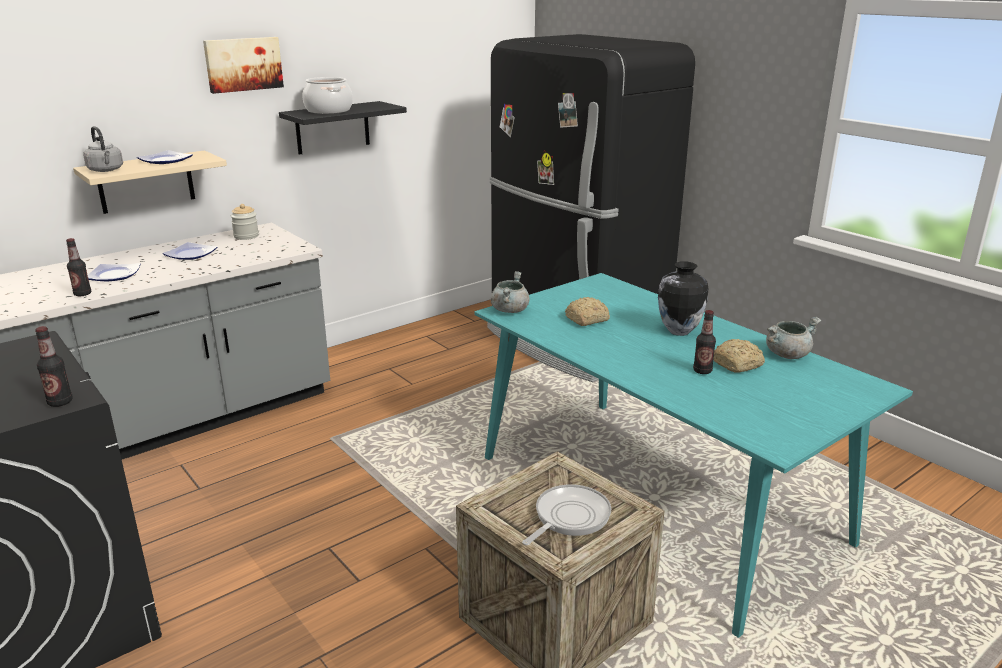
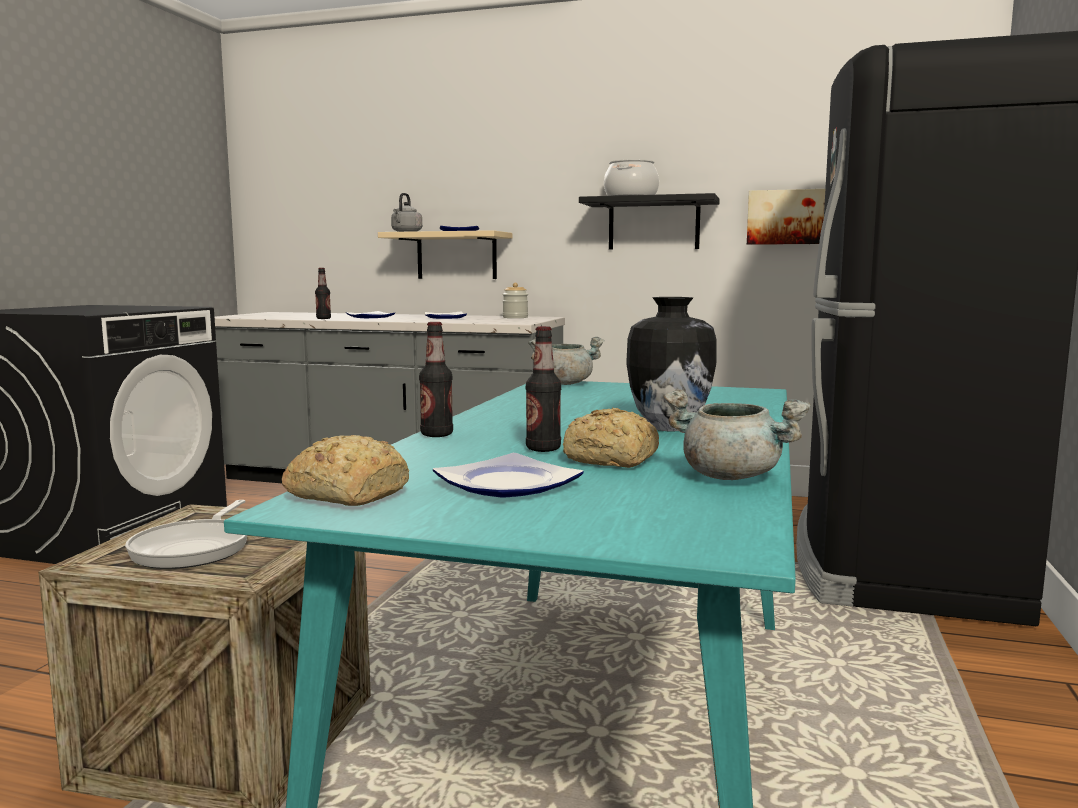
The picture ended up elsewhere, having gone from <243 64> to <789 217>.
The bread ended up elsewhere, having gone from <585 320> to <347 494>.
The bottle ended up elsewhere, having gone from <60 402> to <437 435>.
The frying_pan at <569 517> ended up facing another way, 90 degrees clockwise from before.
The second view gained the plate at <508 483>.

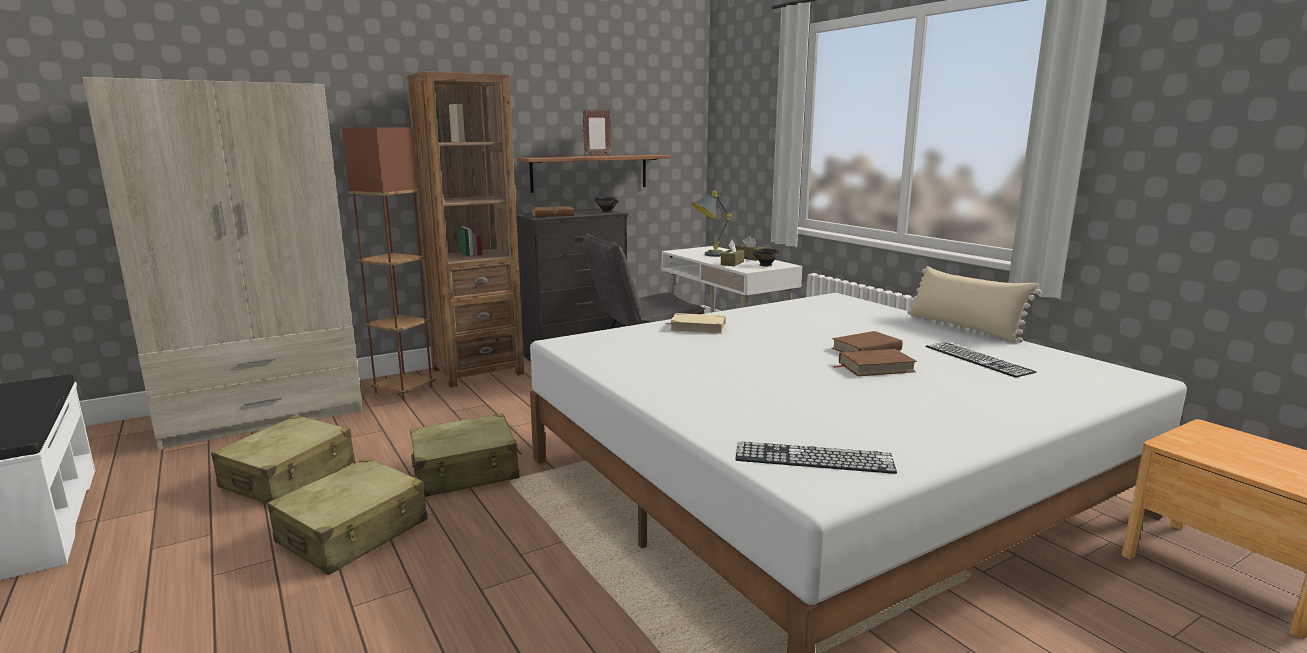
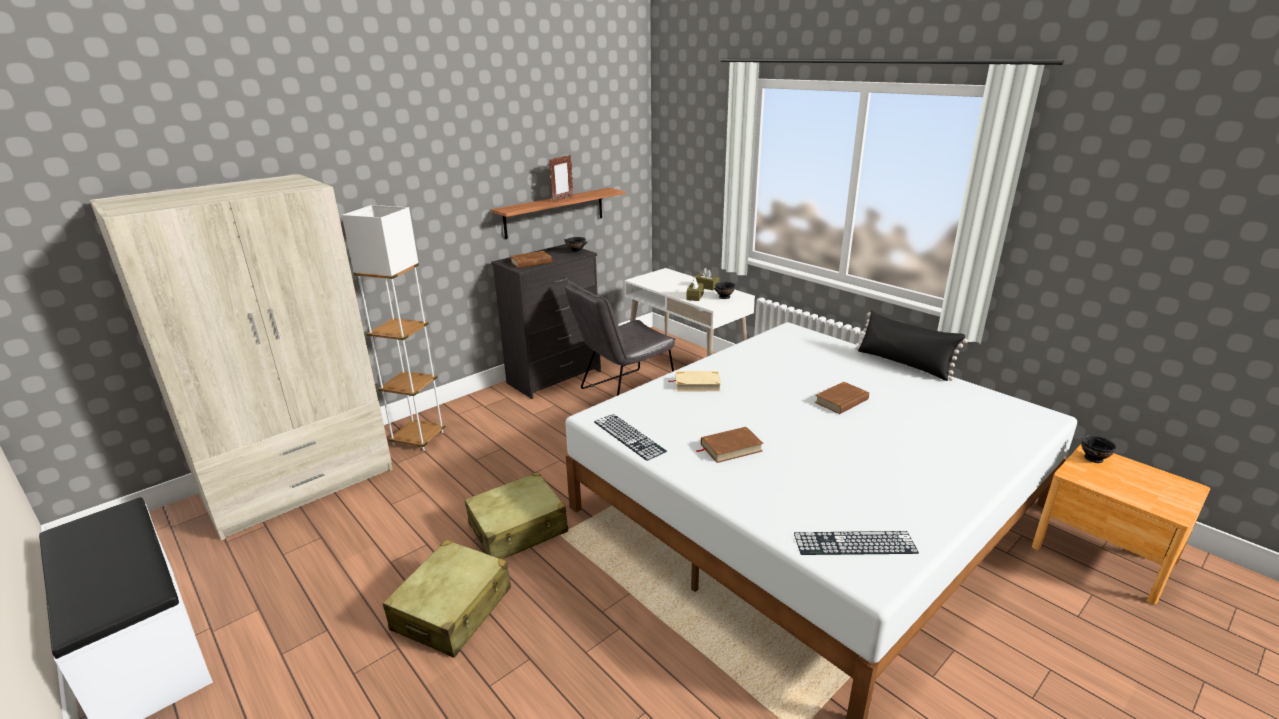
The second view lost the brown_bookcase at <477 371>.
What was the brown_floor_lamp at <404 390> turned into the white_floor_lamp at <418 439>.
The second view lost the grey_table_lamp at <708 255>.
What was the beige_pillow at <964 327> turned into the black_pillow at <903 364>.
The keyboard ended up elsewhere, having gone from <978 359> to <629 436>.
The brown_book ended up elsewhere, having gone from <875 367> to <730 448>.
The second view lost the beige_suitcase at <289 476>.
The second view gained the black_bowl at <1093 458>.

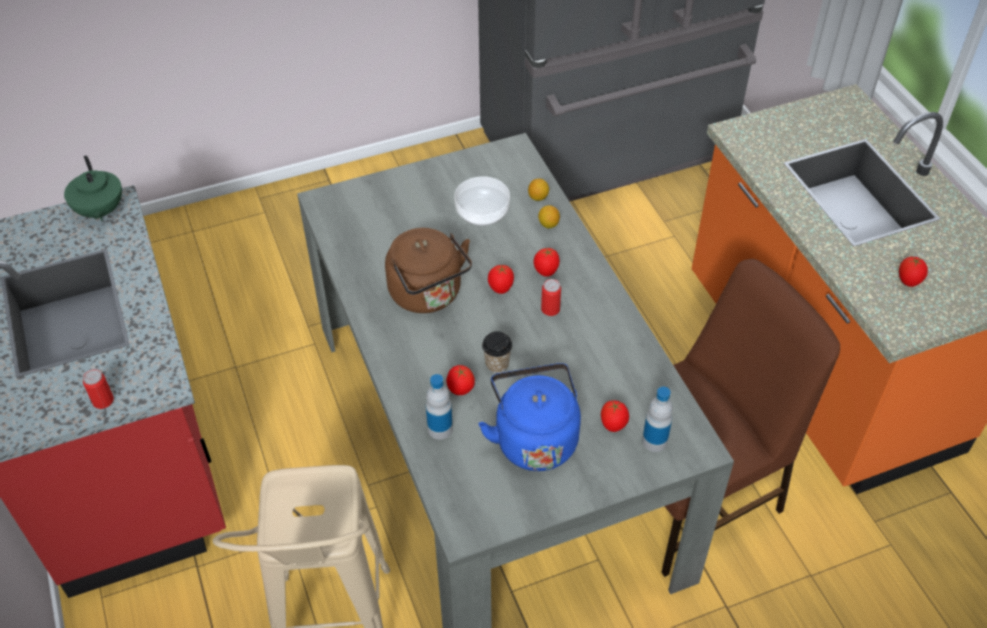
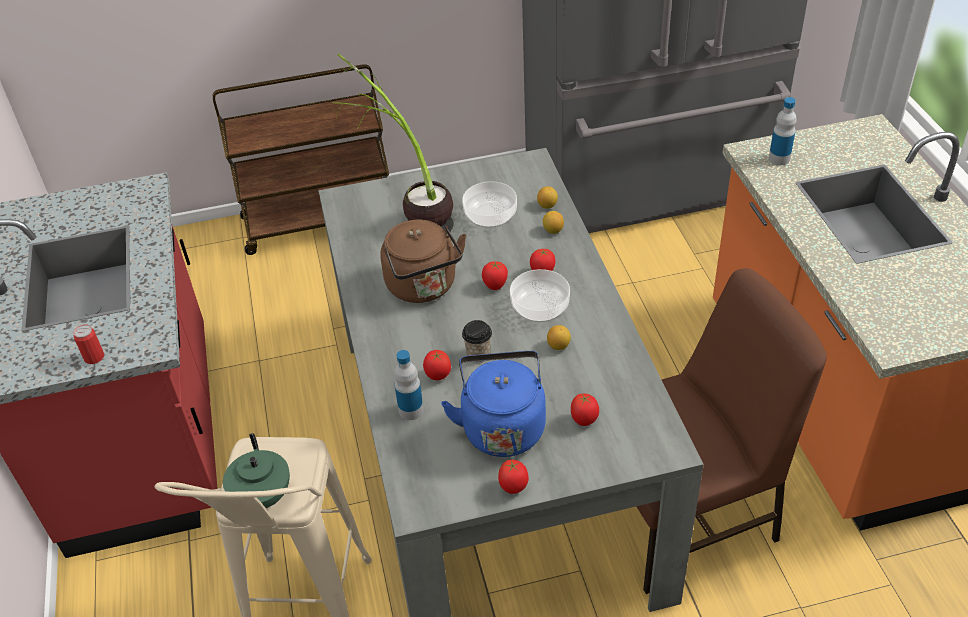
The green_teapot ended up elsewhere, having gone from <100 211> to <262 498>.
The tomato ended up elsewhere, having gone from <908 282> to <514 487>.
Where the can stood at <550 309>, the bowl came to stand at <540 307>.
The bottle ended up elsewhere, having gone from <654 441> to <779 159>.
The second view gained the potted_plant at <408 213>.
The second view gained the brown_cart at <320 221>.
The second view gained the lemon at <558 346>.

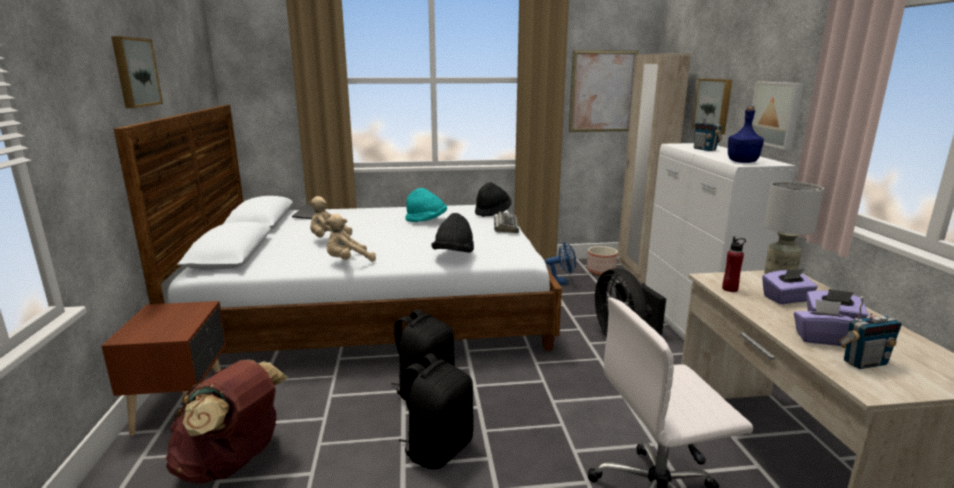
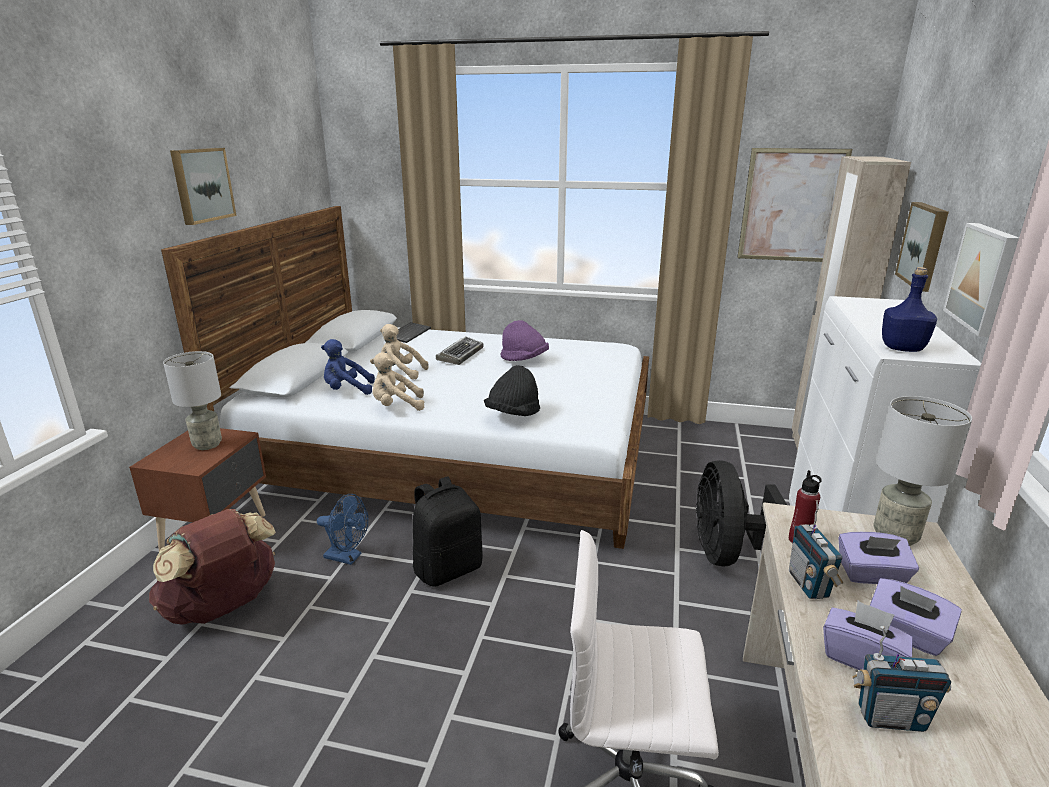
The radio ended up elsewhere, having gone from <705 149> to <809 585>.
The second view lost the black_hat at <492 212>.
What was the turquoise_hat at <426 220> turned into the purple_hat at <524 359>.
The keyboard ended up elsewhere, having gone from <505 226> to <460 355>.
The blue_fan ended up elsewhere, having gone from <561 282> to <348 557>.
The second view lost the planter at <600 271>.
The second view lost the black_backpack at <438 448>.
The second view gained the blue_plush_toy at <347 390>.
The second view gained the grey_table_lamp at <207 445>.

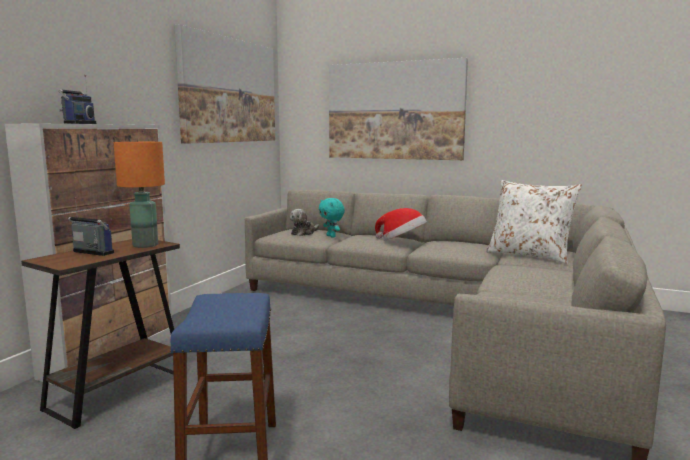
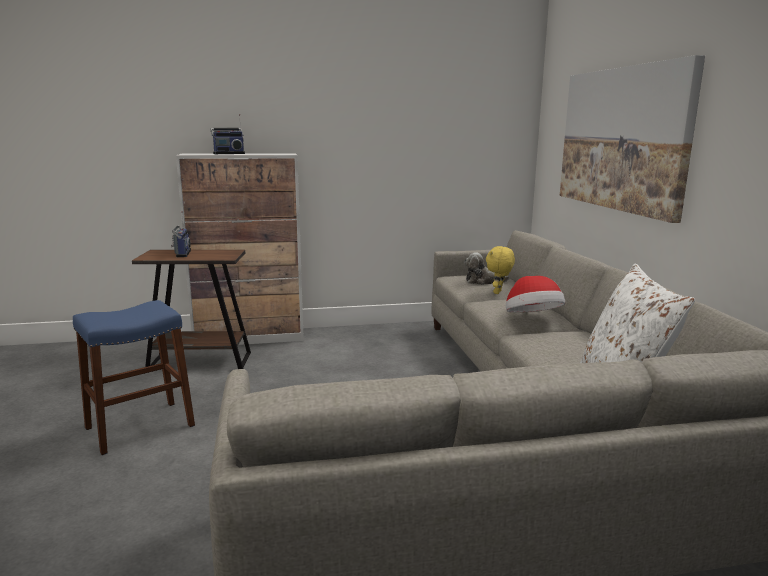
The second view lost the picture at <229 91>.
The second view lost the orange_table_lamp at <146 245>.
What was the turquoise_plush_toy at <331 236> turned into the yellow_plush_toy at <498 292>.

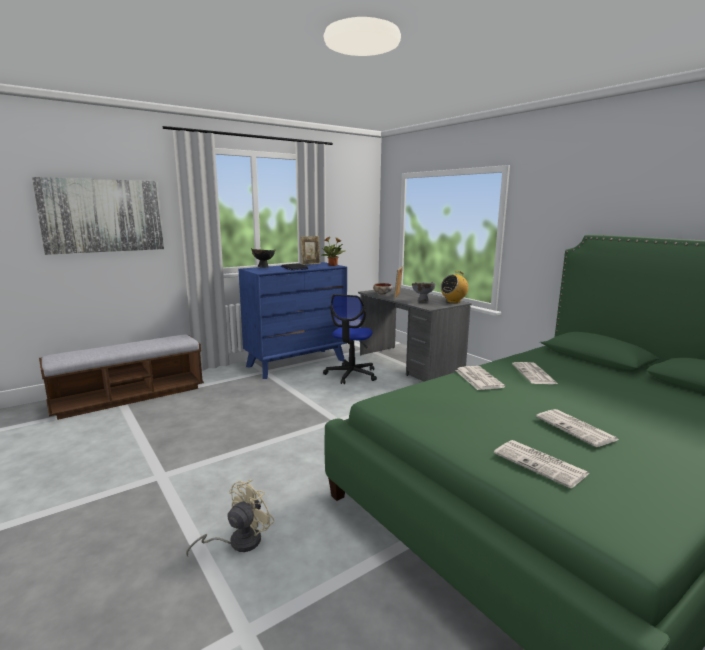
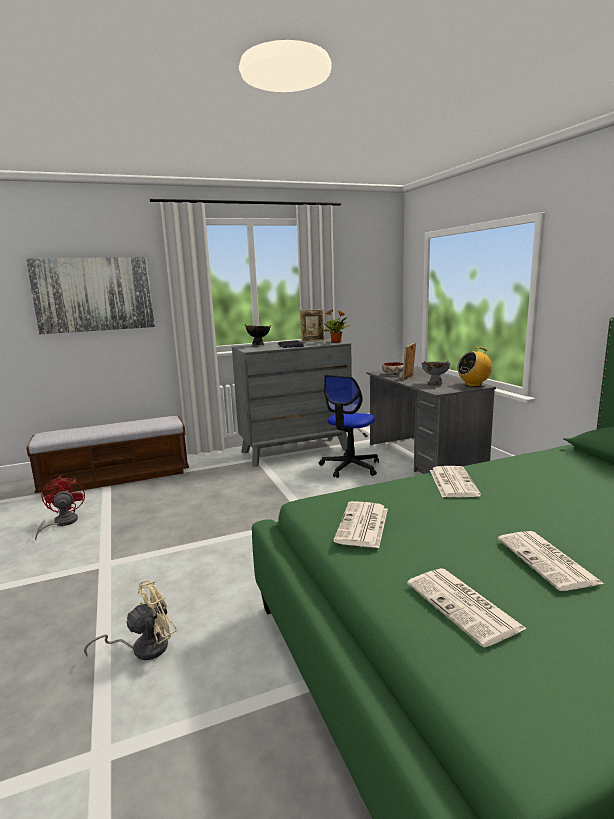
What was the blue_dresser at <296 363> turned into the grey_dresser at <295 451>.
The newspaper ended up elsewhere, having gone from <534 374> to <363 525>.
The second view gained the red_fan at <61 523>.

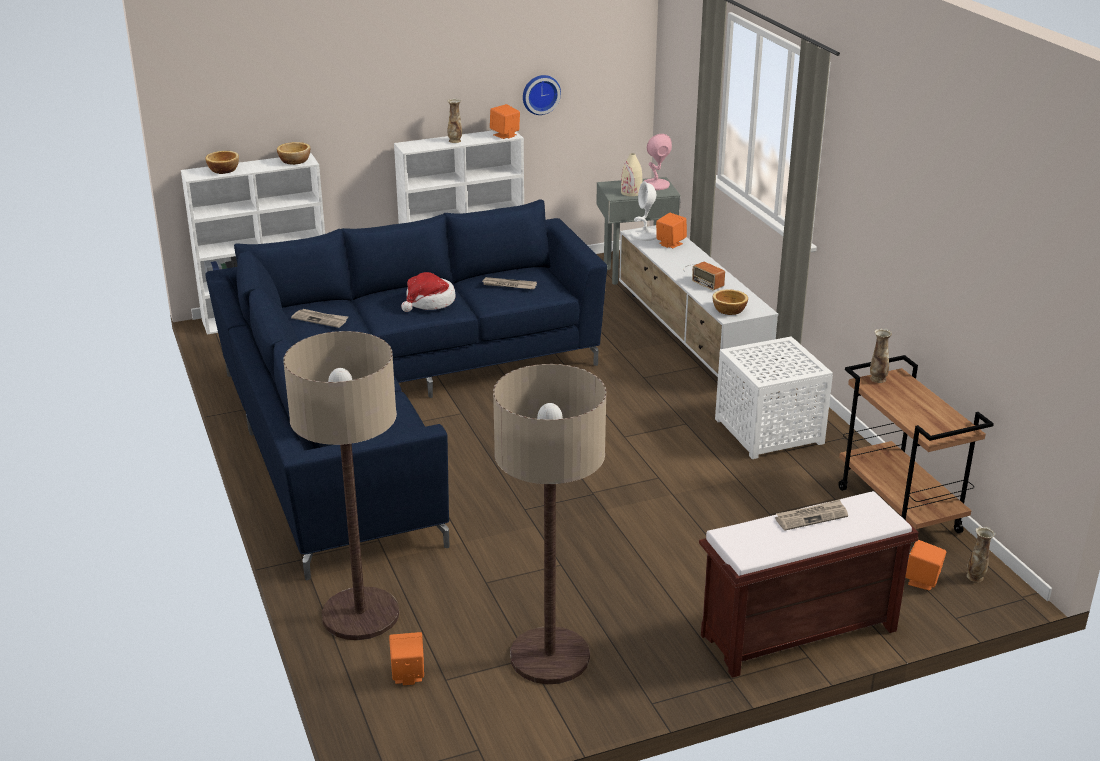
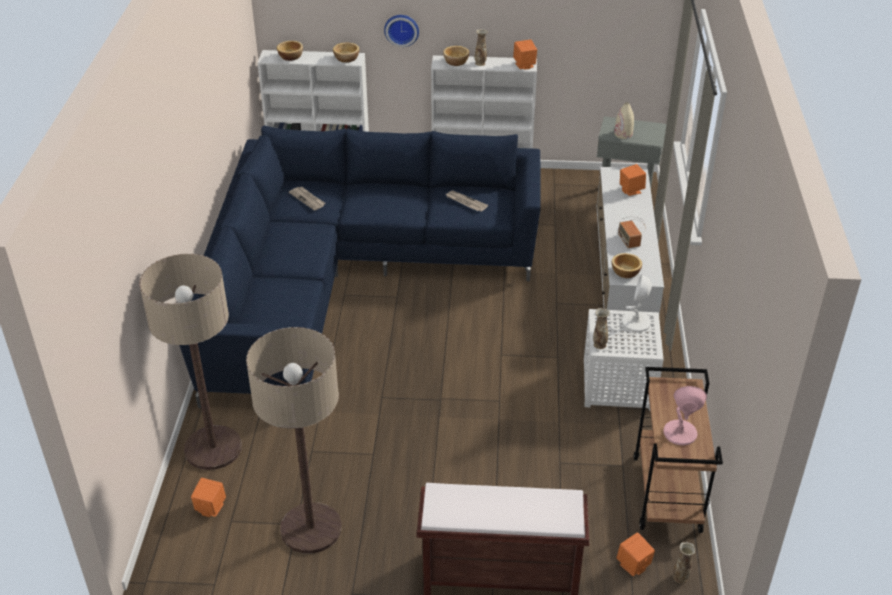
The wall_clock ended up elsewhere, having gone from <540 94> to <401 29>.
The pink_table_lamp ended up elsewhere, having gone from <655 185> to <679 433>.
The white_table_lamp ended up elsewhere, having gone from <645 235> to <636 322>.
The second view lost the hat at <429 302>.
The vase ended up elsewhere, having gone from <877 379> to <599 345>.
The second view lost the newspaper at <811 517>.
The second view gained the bowl at <456 62>.

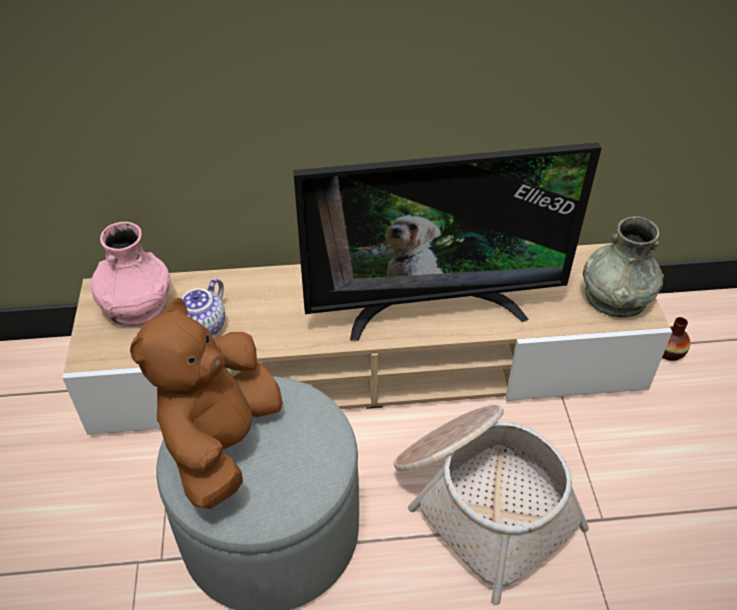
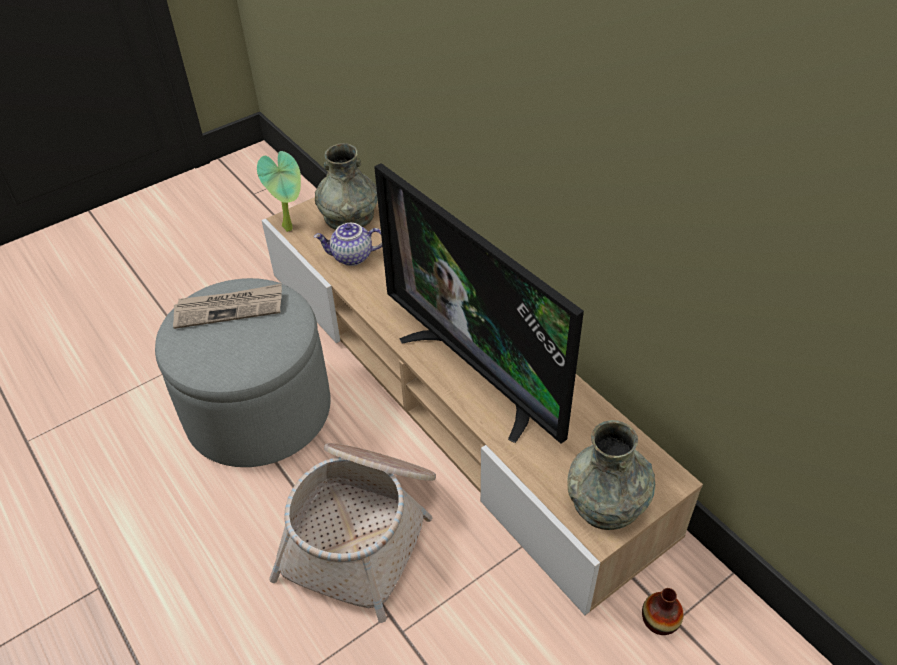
What was the pink_vase at <136 304> turned into the grey_vase at <349 215>.
Where the brown_plush_toy stood at <221 442>, the newspaper came to stand at <229 308>.
The second view gained the potted_plant at <290 227>.

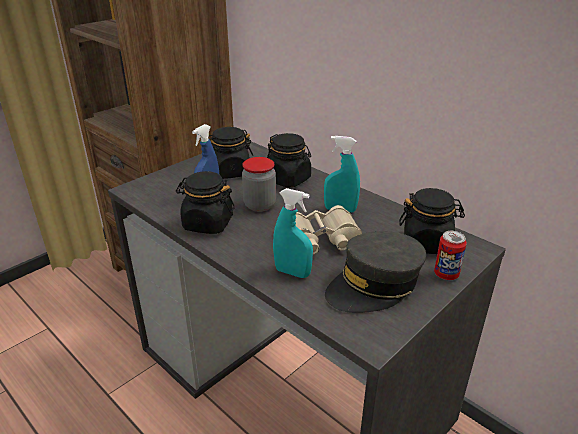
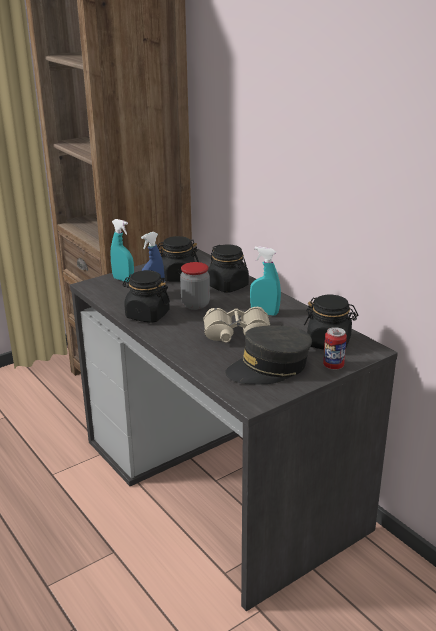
The turquoise_spray_bottle ended up elsewhere, having gone from <292 272> to <123 280>.

